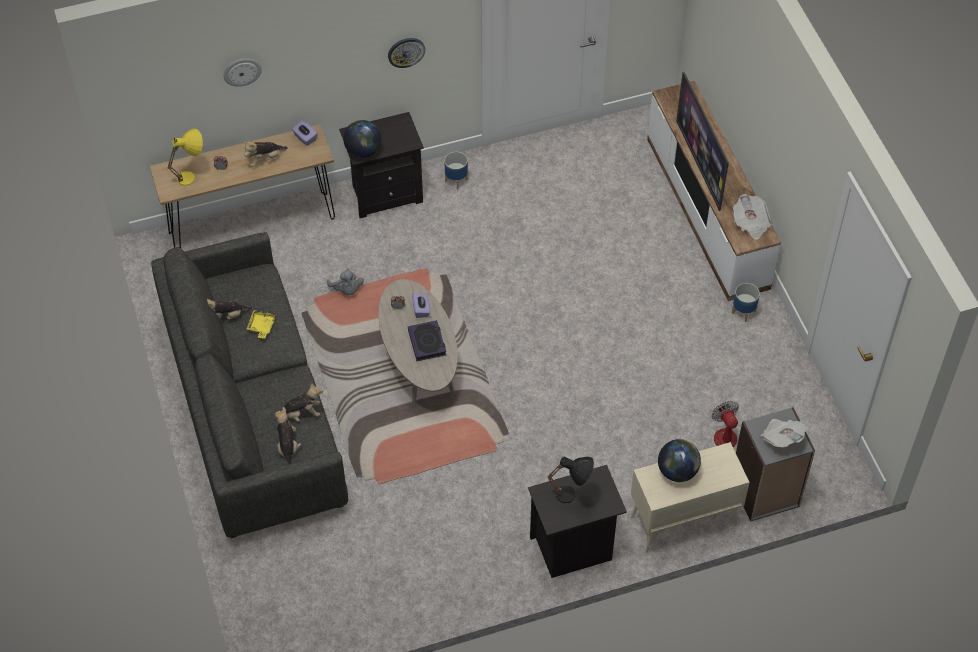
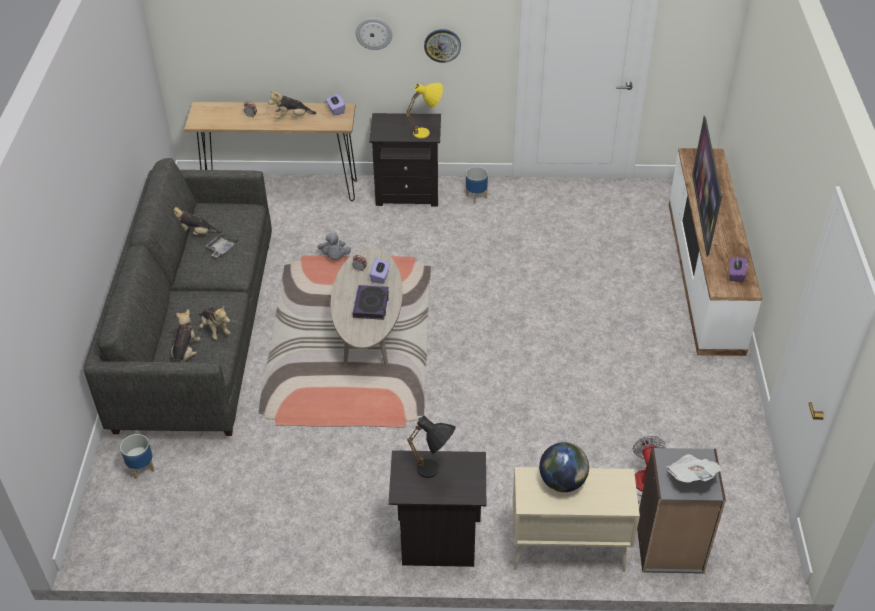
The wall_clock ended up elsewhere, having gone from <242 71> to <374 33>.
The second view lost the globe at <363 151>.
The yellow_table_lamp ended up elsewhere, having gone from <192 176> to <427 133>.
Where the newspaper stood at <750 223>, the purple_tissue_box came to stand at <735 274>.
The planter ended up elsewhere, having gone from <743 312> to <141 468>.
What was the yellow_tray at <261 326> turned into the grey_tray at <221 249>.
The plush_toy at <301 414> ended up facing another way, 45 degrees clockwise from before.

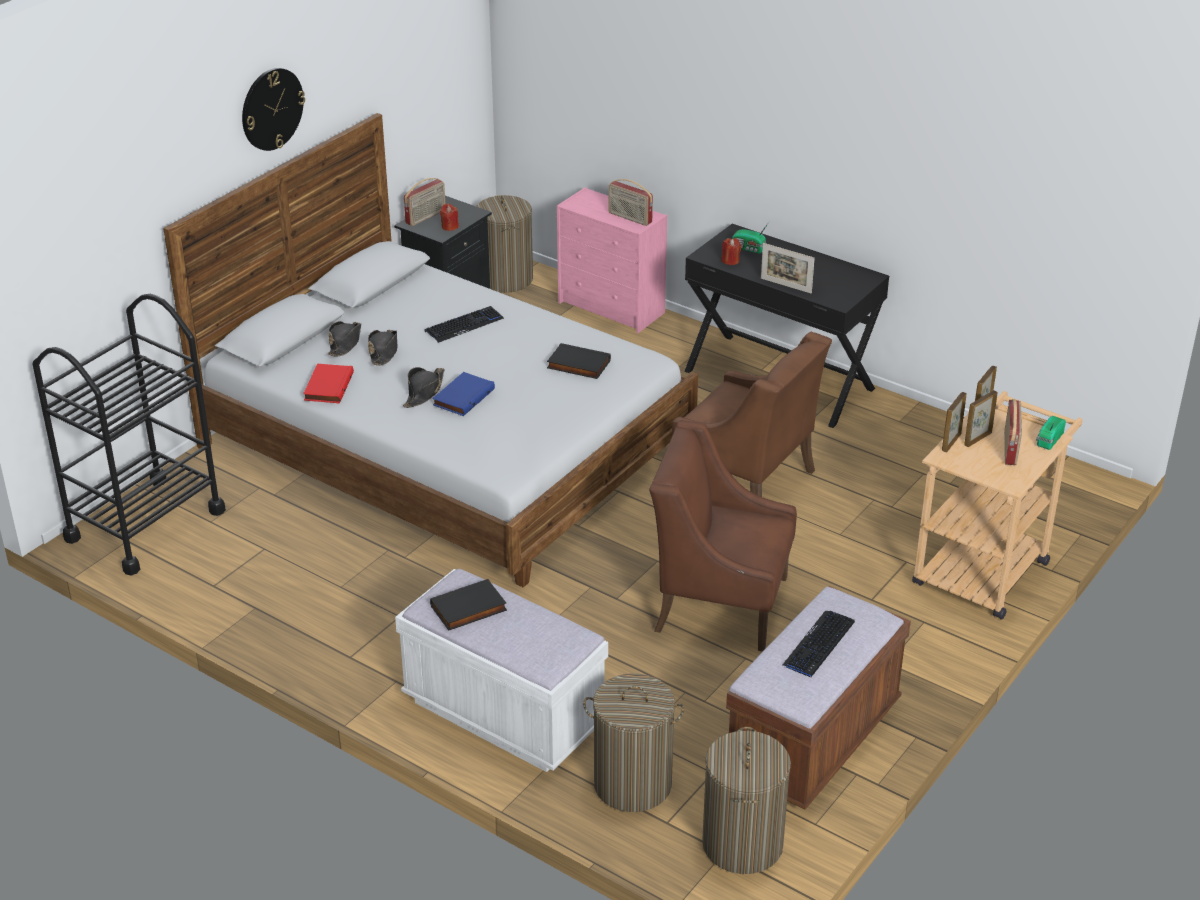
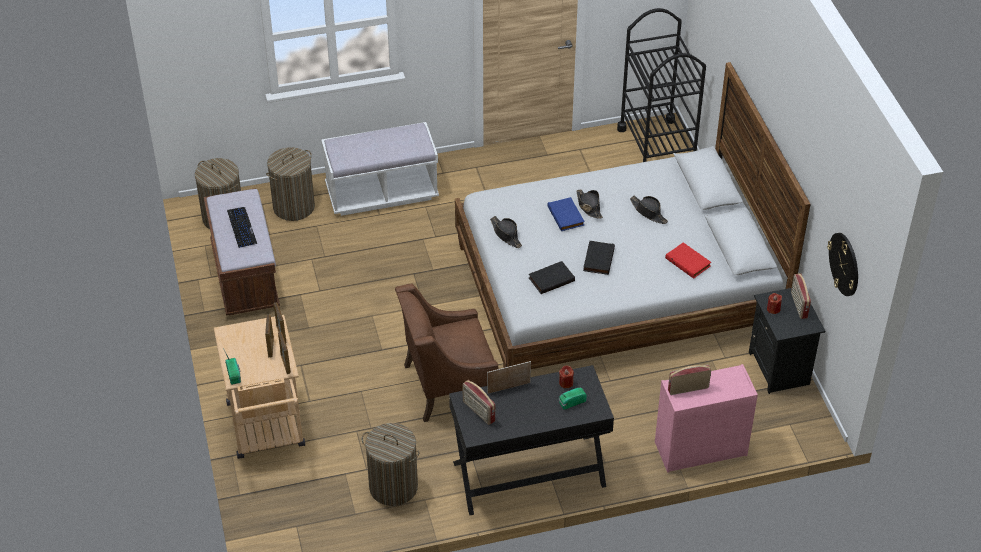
The wall_clock ended up elsewhere, having gone from <271 109> to <844 264>.
The laundry_basket ended up elsewhere, having gone from <506 279> to <393 487>.
The second view lost the keyboard at <464 325>.
The black_hat ended up elsewhere, having gone from <345 343> to <506 235>.
The red_book ended up elsewhere, having gone from <327 386> to <688 262>.
The radio ended up elsewhere, having gone from <1010 449> to <478 412>.
The second view lost the brown_armchair at <719 603>.
The black_book ended up elsewhere, having gone from <469 609> to <597 259>.

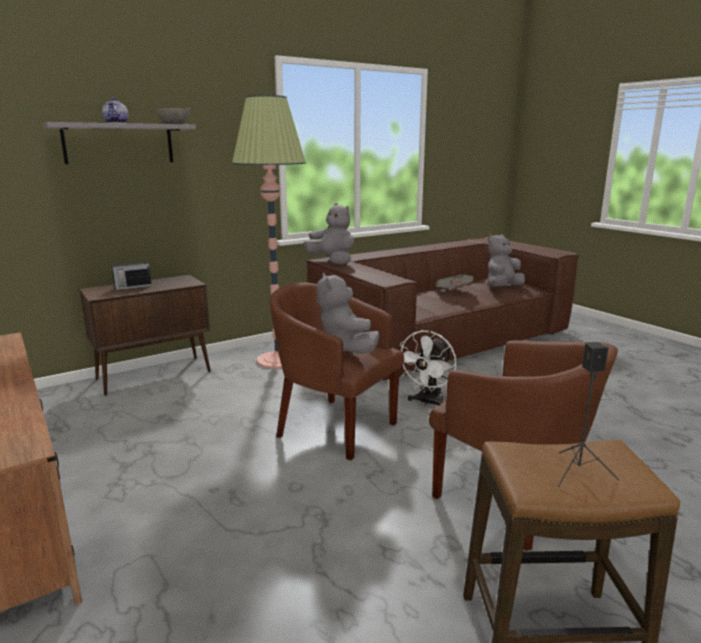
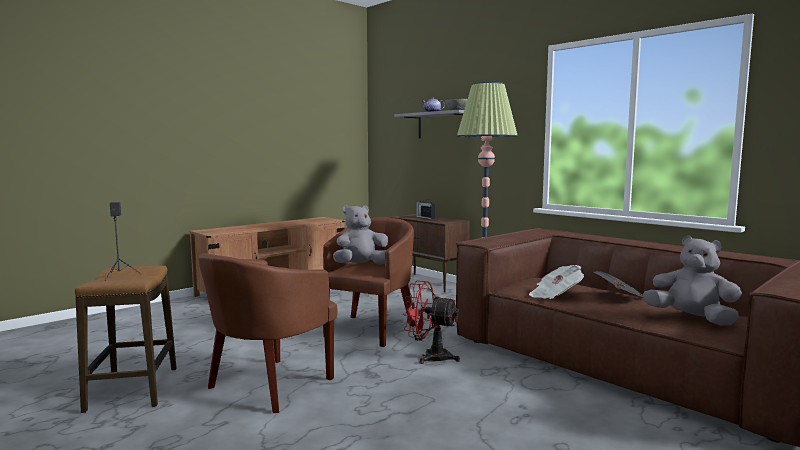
The second view lost the grey_plush_toy at <332 261>.
What was the white_fan at <427 403> turned into the red_fan at <430 356>.
The second view gained the newspaper at <555 295>.

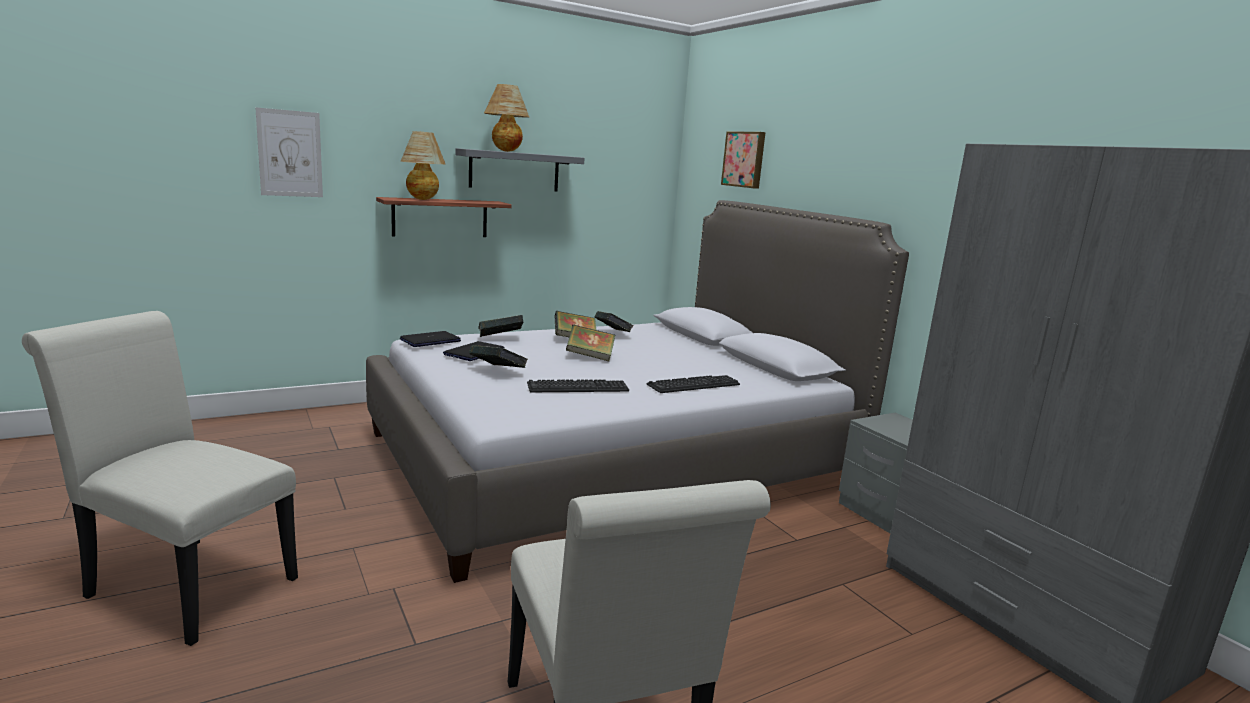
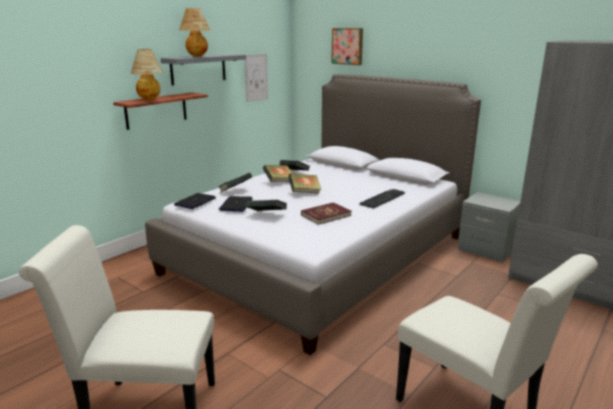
The picture ended up elsewhere, having gone from <290 153> to <256 77>.
Where the keyboard stood at <578 387>, the red_book came to stand at <326 215>.

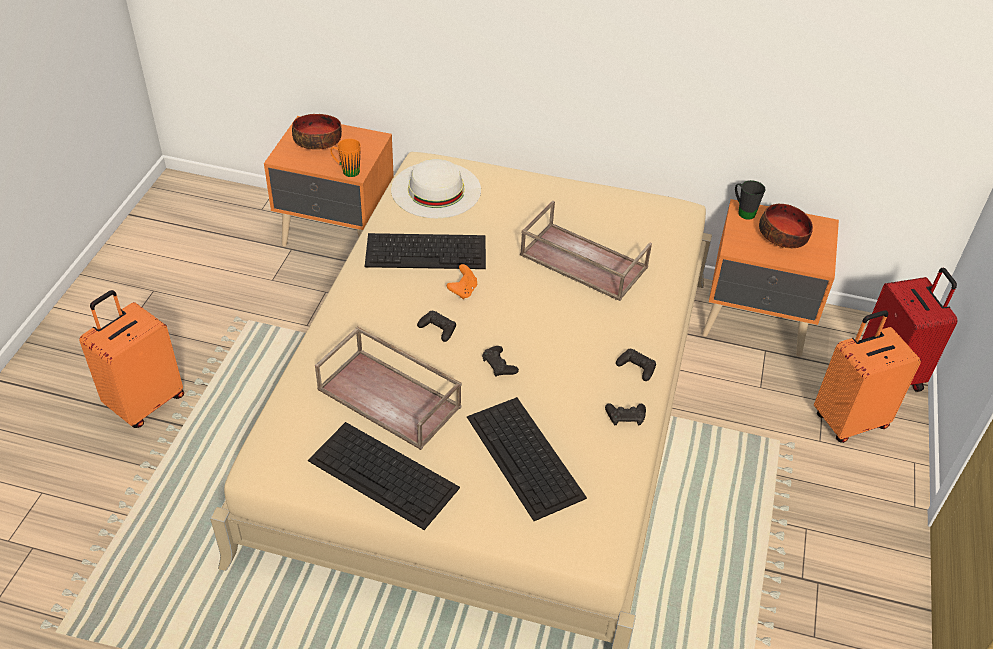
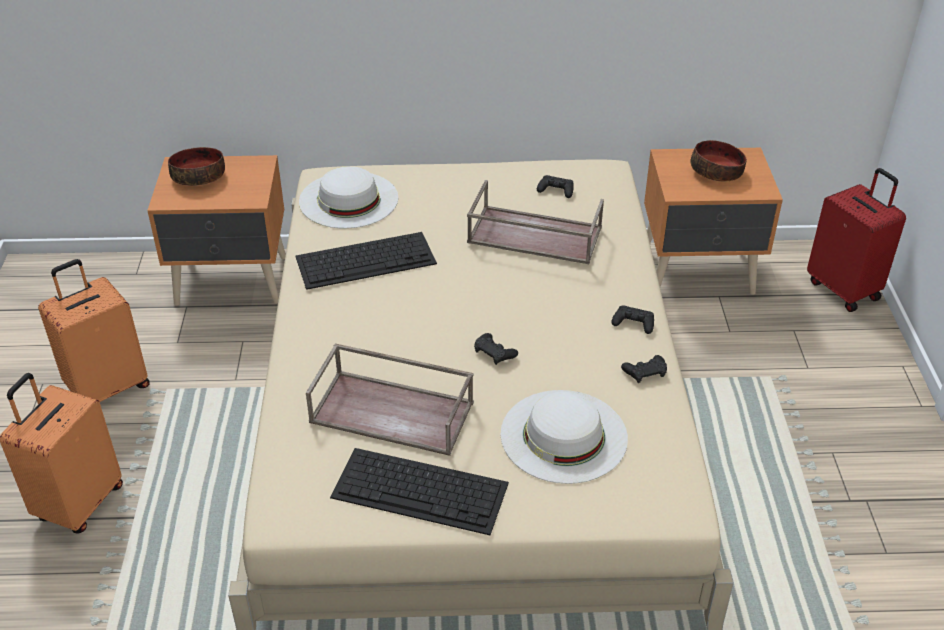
The second view lost the orange_mug at <346 171>.
The second view lost the black_mug at <743 211>.
The second view lost the orange_game_controller at <463 291>.
The orange_suitcase ended up elsewhere, having gone from <848 420> to <108 387>.
The black_game_controller ended up elsewhere, having gone from <438 329> to <556 190>.
Where the keyboard stood at <526 457>, the white_hat came to stand at <563 435>.

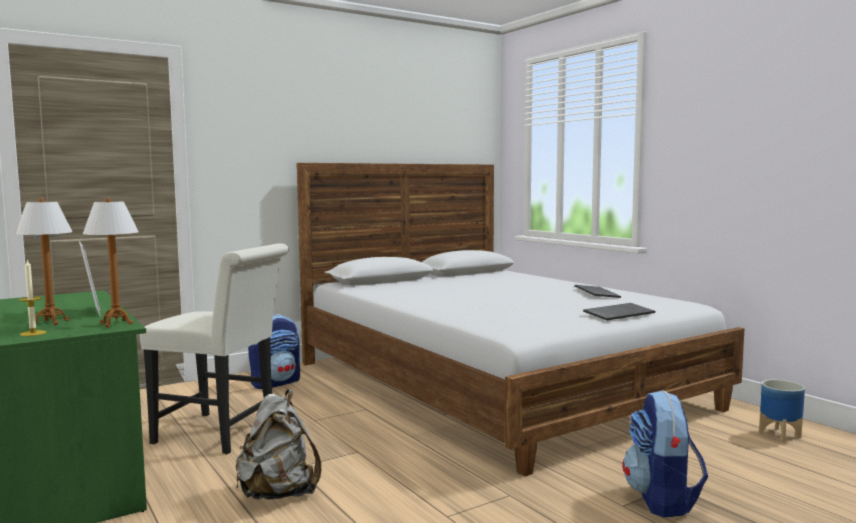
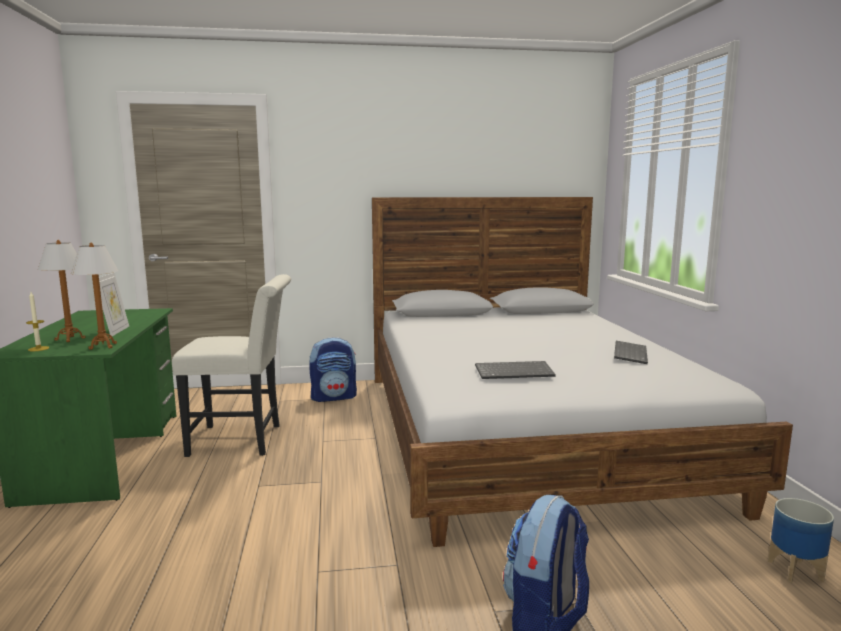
The white_chair at <223 434> ended up facing another way, 45 degrees counterclockwise from before.
The keyboard ended up elsewhere, having gone from <619 313> to <515 372>.
The second view lost the grey_backpack at <278 494>.

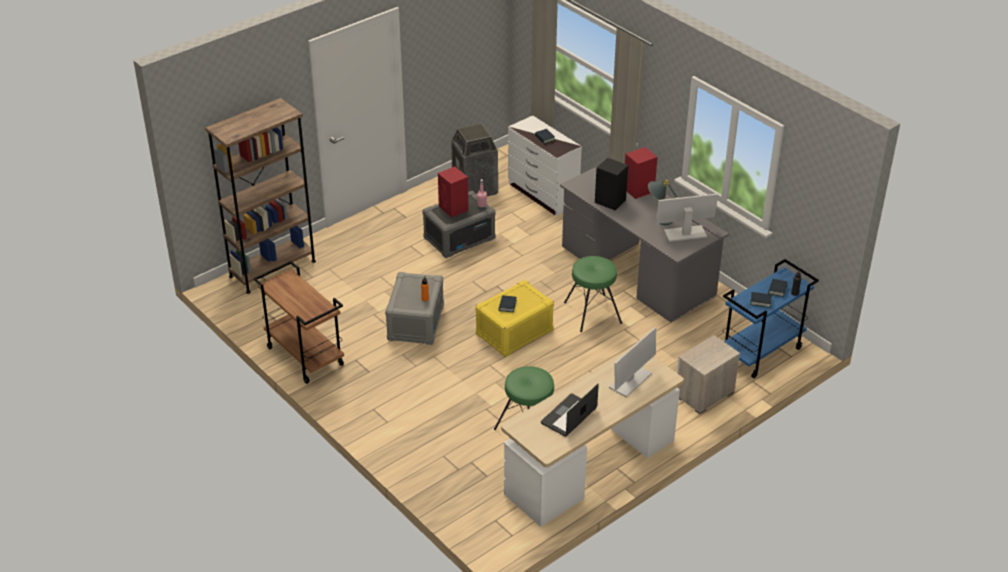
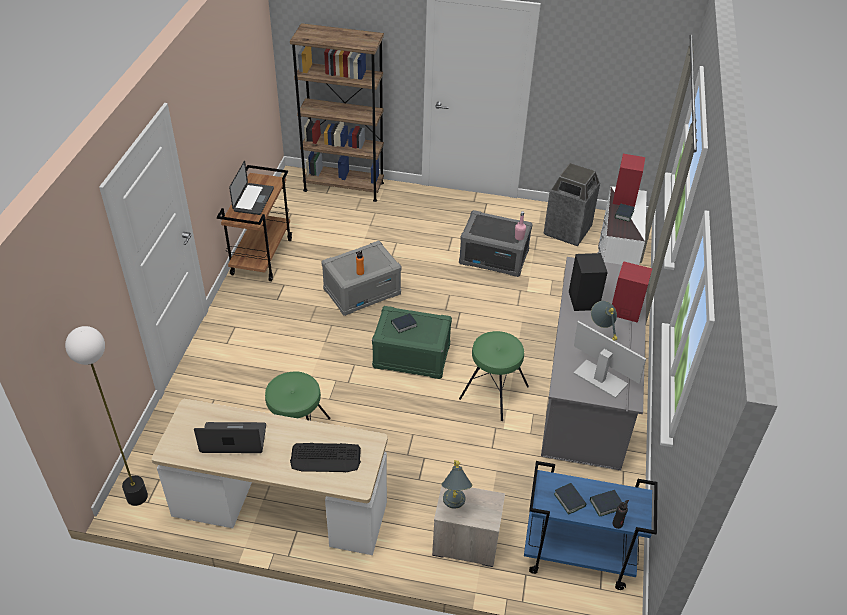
The red_speaker ended up elsewhere, having gone from <454 208> to <624 199>.
What was the yellow_storage_box at <514 333> turned into the green_storage_box at <411 356>.
Where the monitor stood at <630 381>, the keyboard came to stand at <326 458>.
The second view gained the laptop at <253 200>.
The second view gained the floor_lamp at <137 496>.
The second view gained the grey_table_lamp at <454 506>.

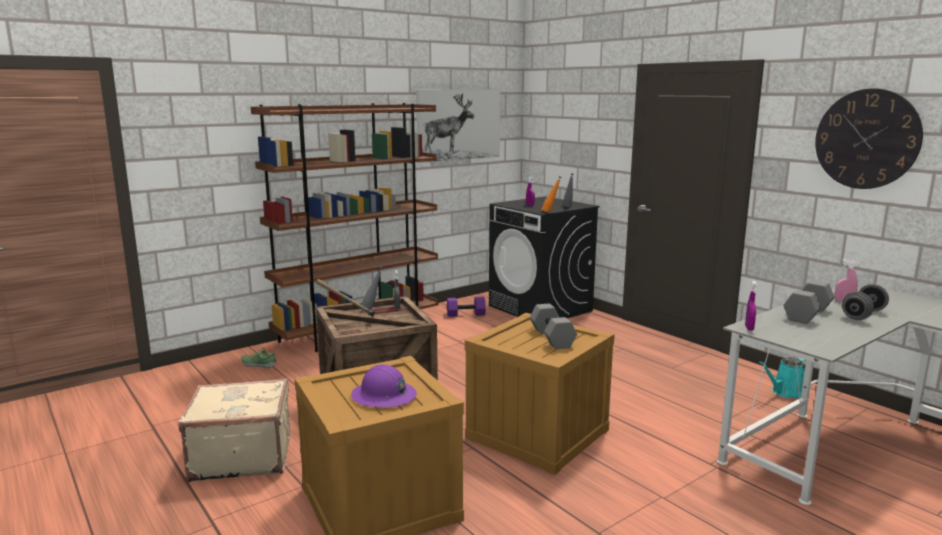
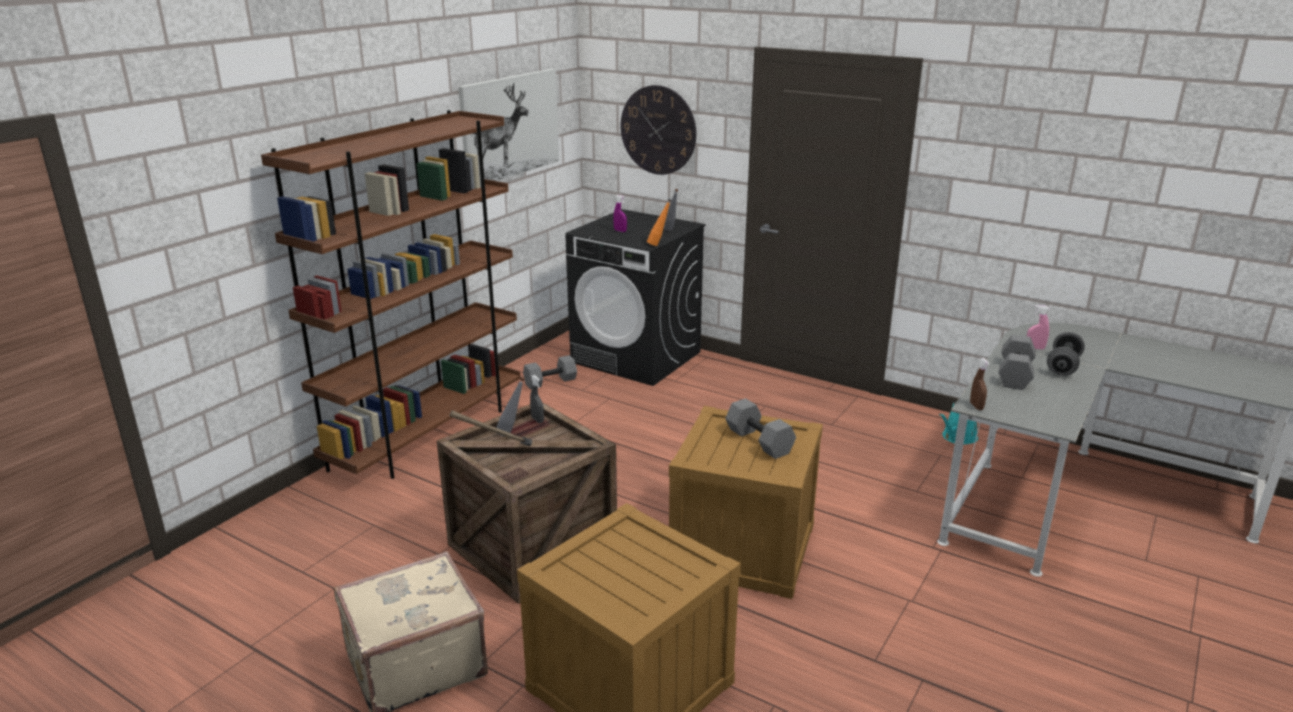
The wall_clock ended up elsewhere, having gone from <866 139> to <658 130>.
What was the purple_spray_bottle at <749 328> turned into the brown_spray_bottle at <976 406>.
What was the purple_dumbbell at <466 314> turned into the grey_dumbbell at <550 381>.
The second view lost the shoe at <259 364>.
The second view lost the purple_hard_hat at <384 396>.

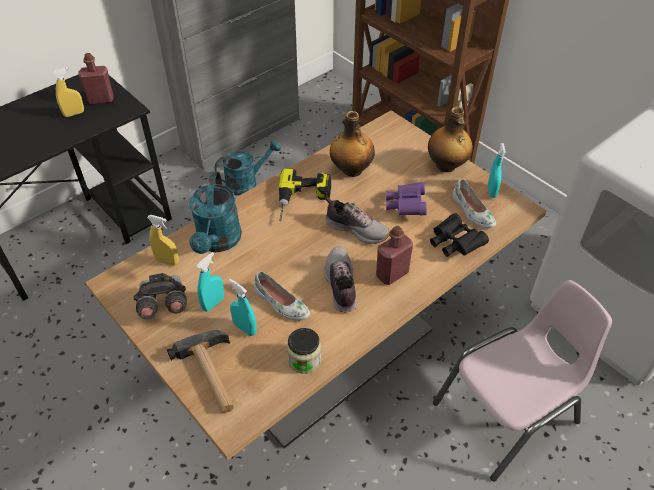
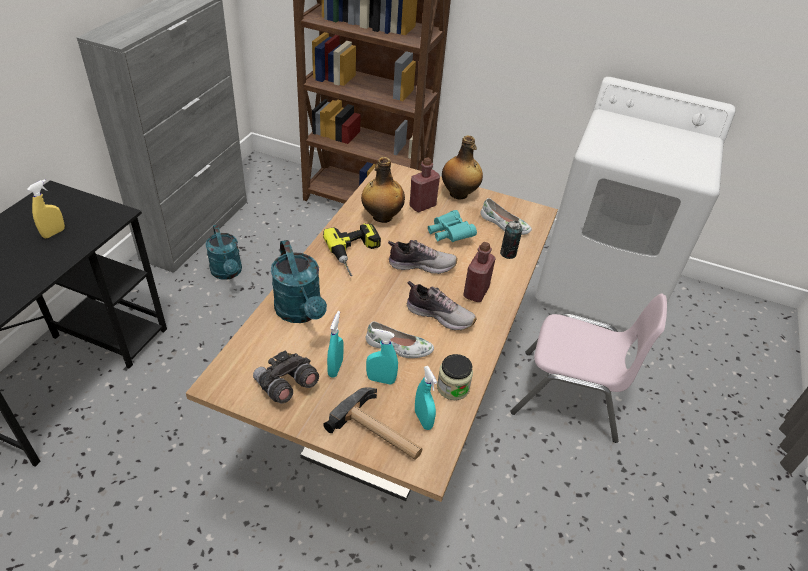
The red_bottle ended up elsewhere, having gone from <101 99> to <422 206>.
The turquoise_watering_can at <247 182> ended up facing another way, 120 degrees clockwise from before.
The turquoise_spray_bottle ended up elsewhere, having gone from <492 191> to <423 419>.
What was the purple_binoculars at <406 206> turned into the turquoise_binoculars at <449 235>.
Where the black_binoculars stood at <454 244>, the can came to stand at <508 254>.
The second view lost the yellow_spray_bottle at <167 261>.
The shoe at <340 285> ended up facing another way, 150 degrees clockwise from before.
The pink_chair at <507 414> ended up facing another way, 75 degrees clockwise from before.

